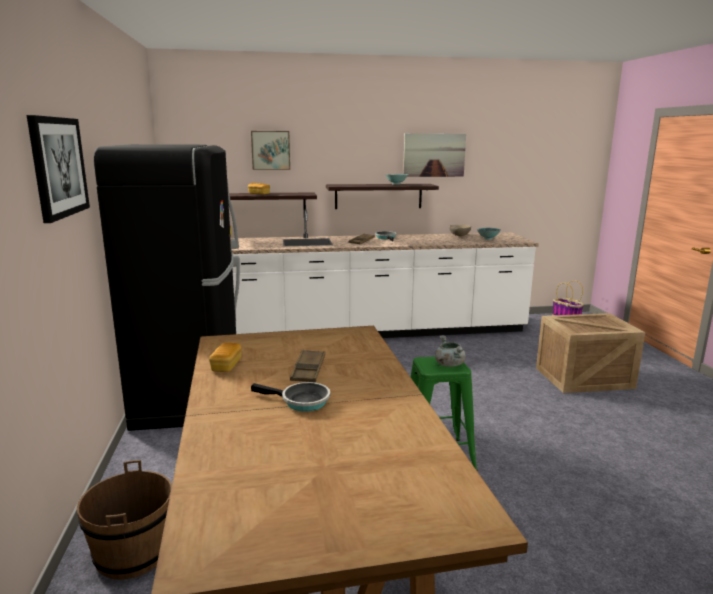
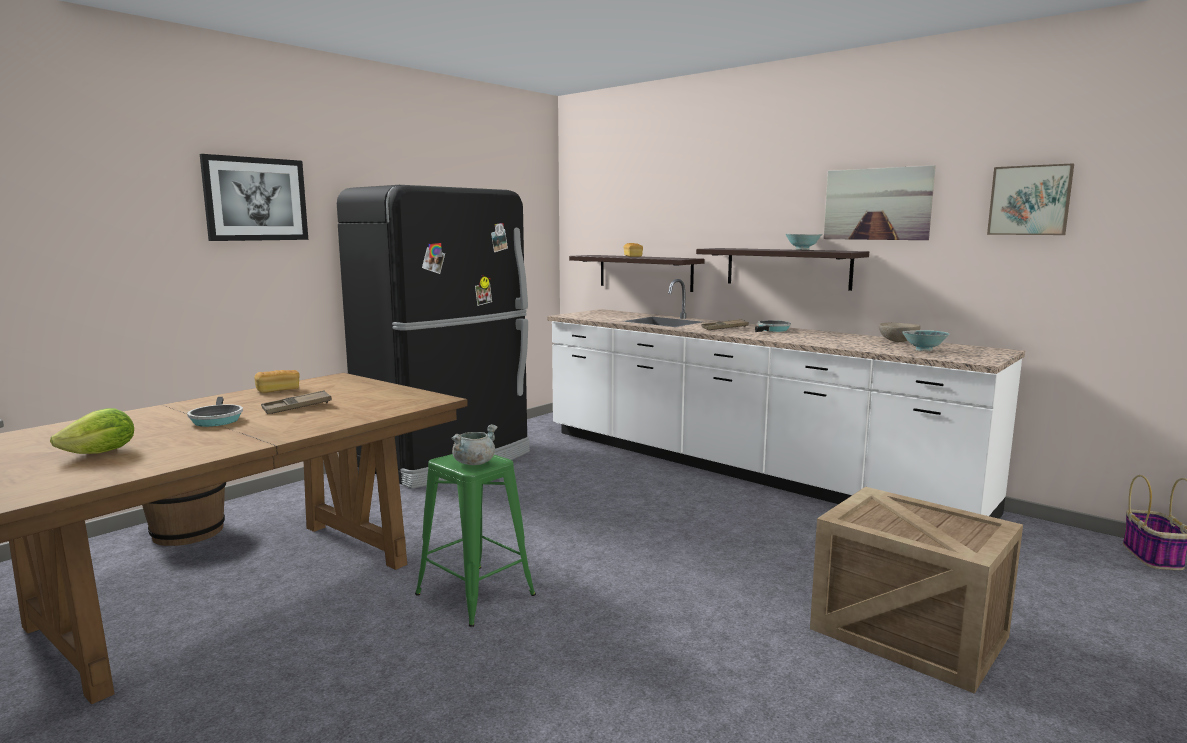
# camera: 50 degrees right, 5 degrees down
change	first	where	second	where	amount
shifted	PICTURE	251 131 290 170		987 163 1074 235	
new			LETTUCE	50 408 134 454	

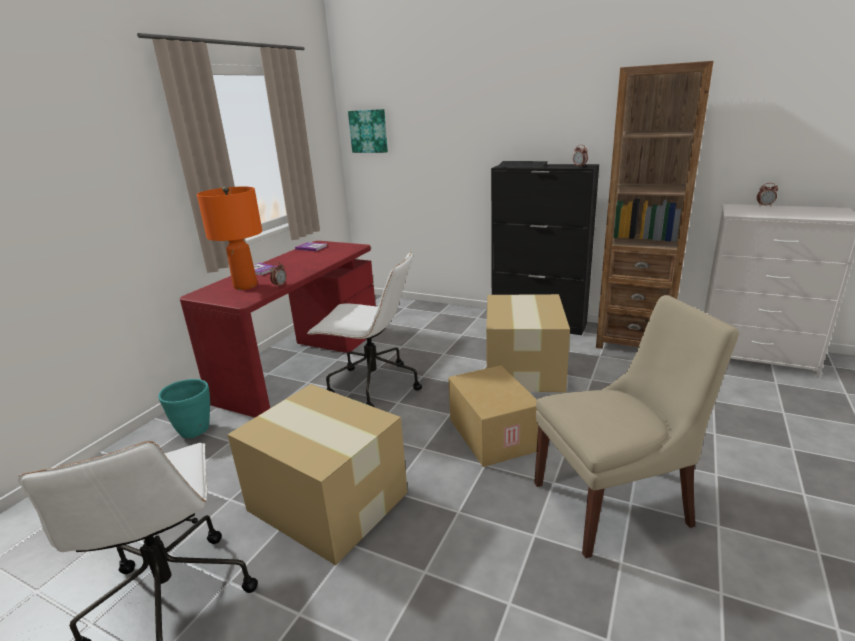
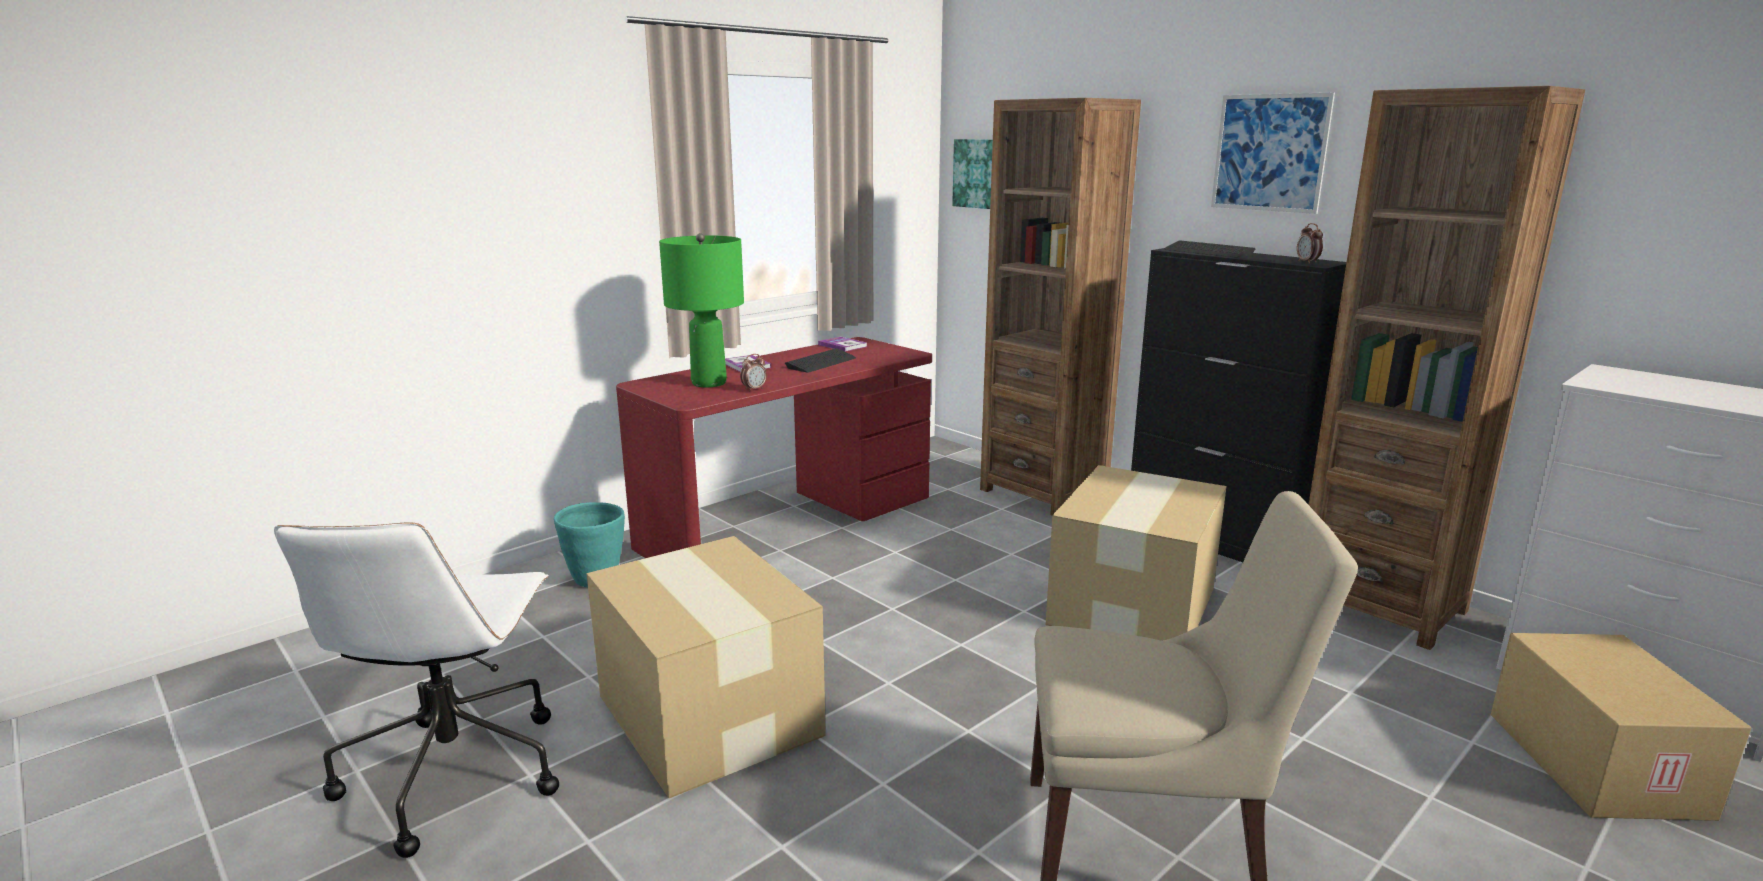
# camera: 20 degrees right, 5 degrees down
change	first	where	second	where	amount
repainted	ORANGE TABLE LAMP	197 187 262 290	GREEN TABLE LAMP	659 233 744 387	
gone	WHITE OFFICE CHAIR	307 252 422 407			
shifted	CARDBOARD BOX	448 365 538 467		1491 633 1751 821	
gone	ALARM CLOCK	757 183 778 206			
new			KEYBOARD	785 348 856 373	
new			BROWN BOOKCASE	980 98 1141 515	
new			PICTURE	1211 93 1335 214	

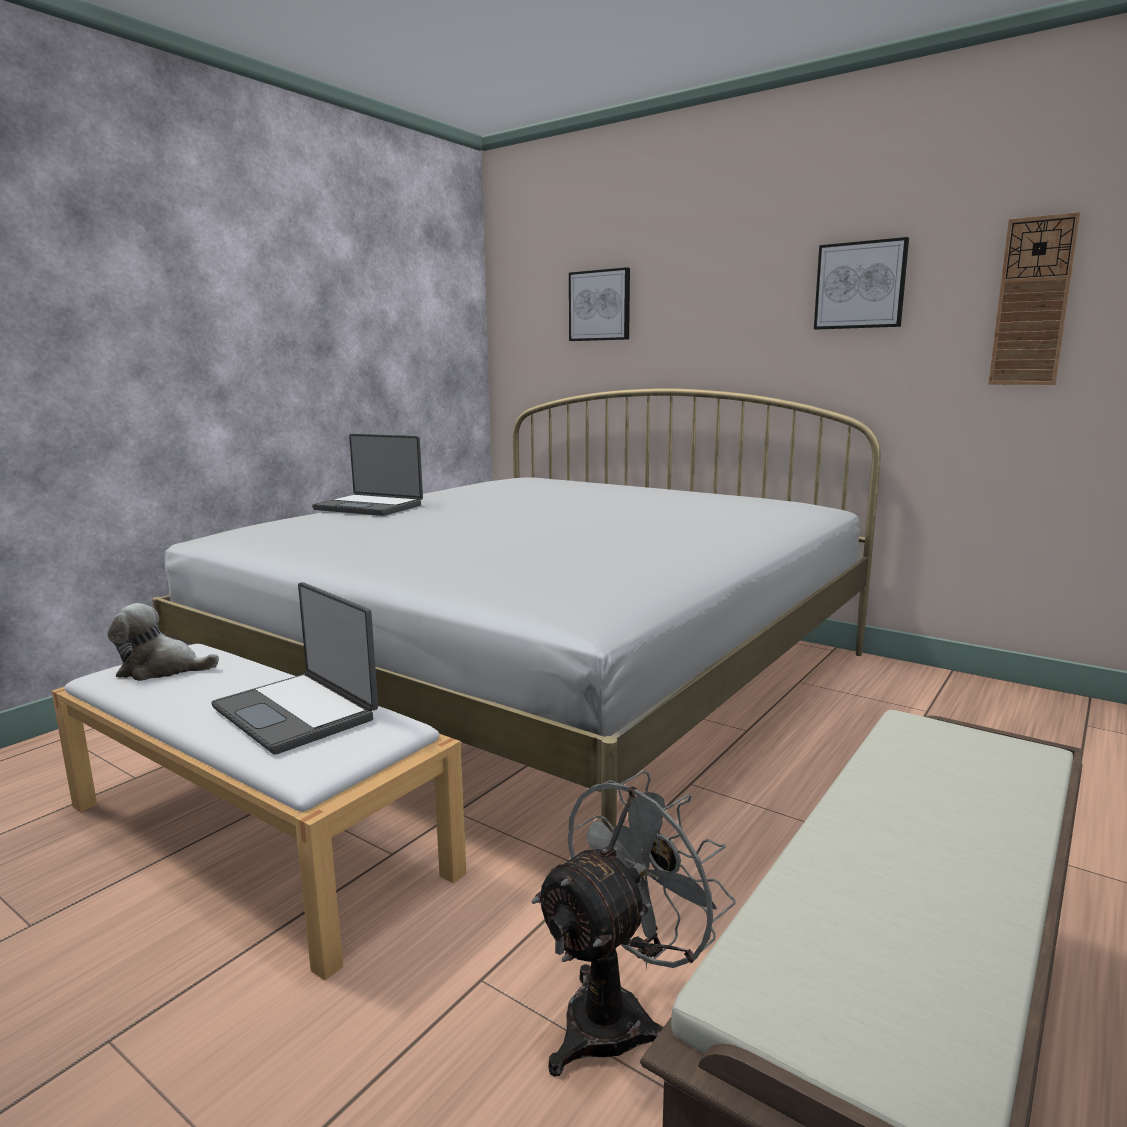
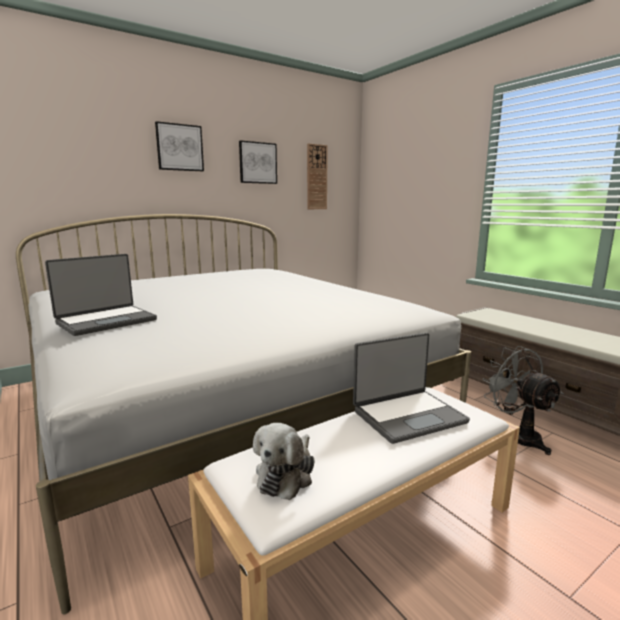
# camera: 70 degrees left, 0 degrees up
change	first	where	second	where	amount
shifted	PICTURE	569 267 630 341		155 121 204 171	

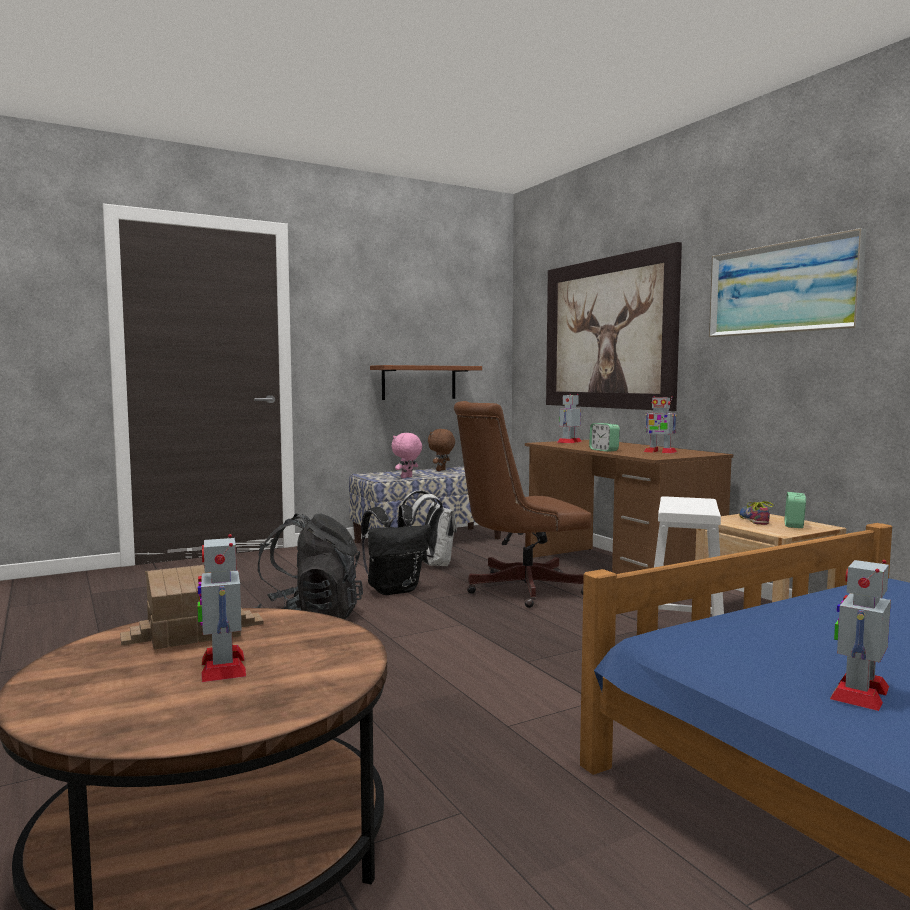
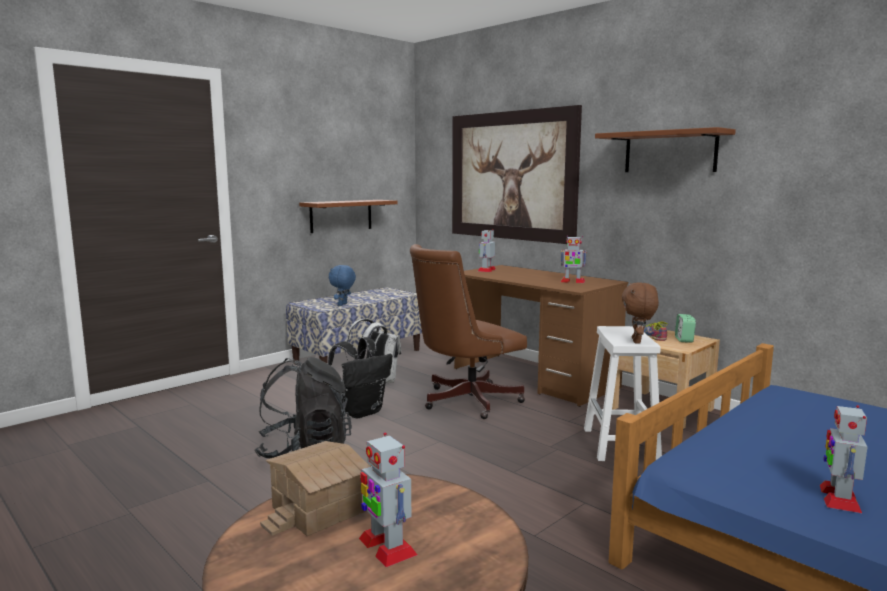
# camera: 15 degrees left, 5 degrees up
change	first	where	second	where	amount
repainted	PINK PLUSH TOY	391 433 422 478	BLUE PLUSH TOY	329 265 356 306	
shifted	BROWN PLUSH TOY	428 429 455 471		622 282 659 344	
gone	ALARM CLOCK	589 423 620 452			
swapped	PICTURE	709 228 866 338	BROWN SHELF	595 127 736 172	

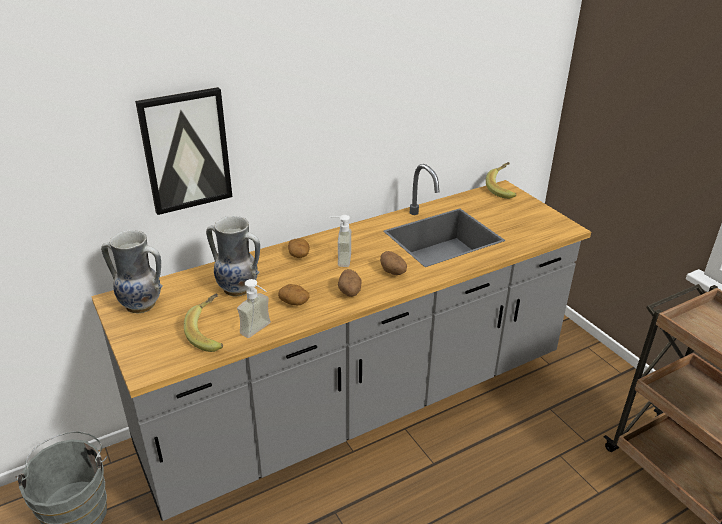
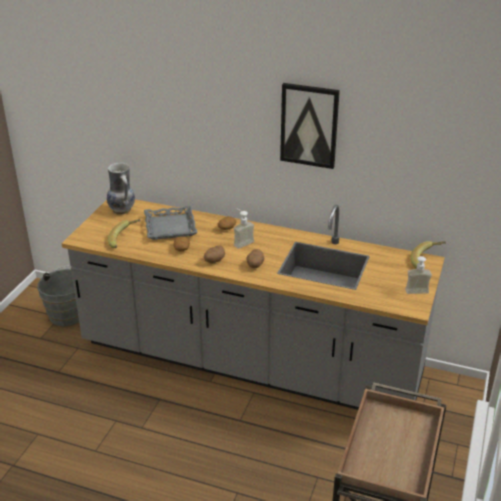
# camera: 50 degrees right, 0 degrees up
change	first	where	second	where	amount
shifted	PICTURE	135 87 233 215		280 83 340 169	
swapped	VASE	206 216 260 297	GREY TRAY	144 206 198 240	
shifted	SOAP DISPENSER	237 279 271 338		405 256 432 294	

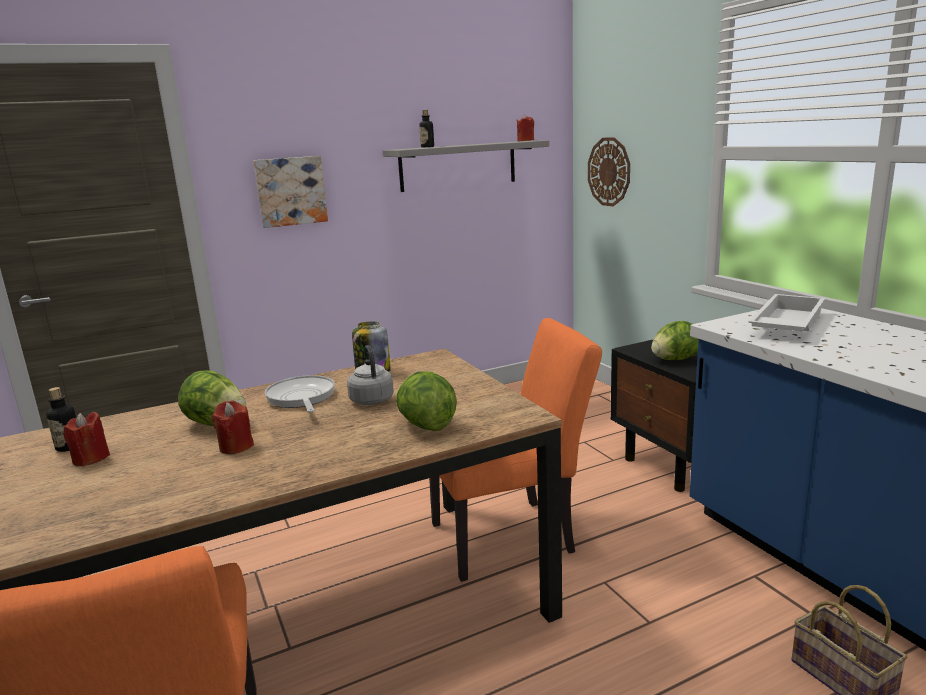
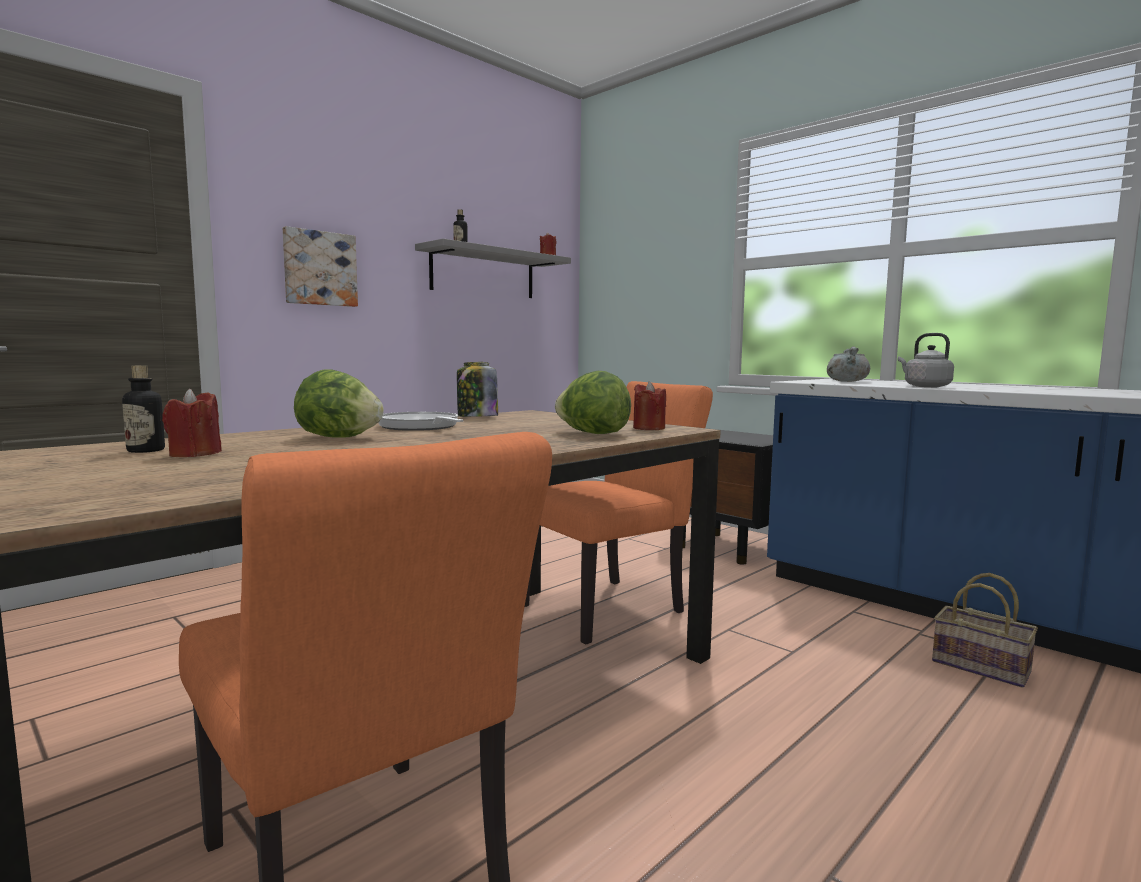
# camera: 20 degrees left, 10 degrees down
change	first	where	second	where	amount
shifted	RED CANDLE	212 400 254 454		633 381 666 430	
shifted	GREY KETTLE	347 345 394 405		898 333 954 387	
gone	WALL CLOCK	588 137 630 206			
gone	LETTUCE	651 321 698 360			
swapped	WHITE TRAY	749 294 825 332	GREY COOKING POT	827 346 870 382	

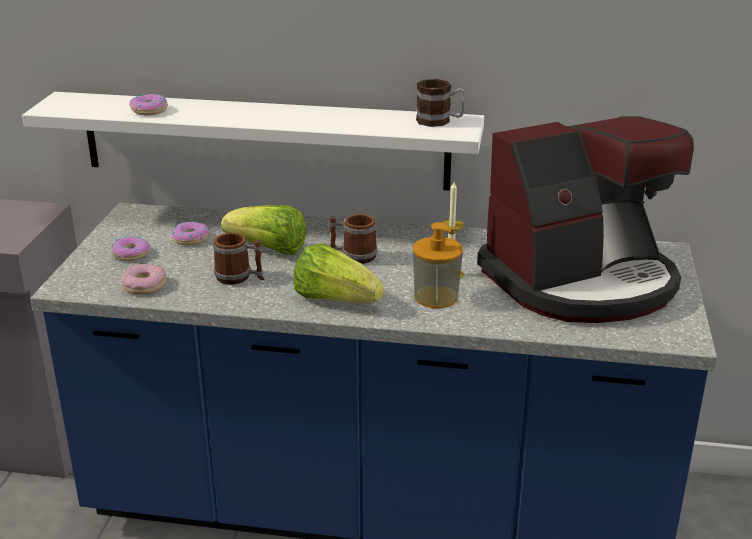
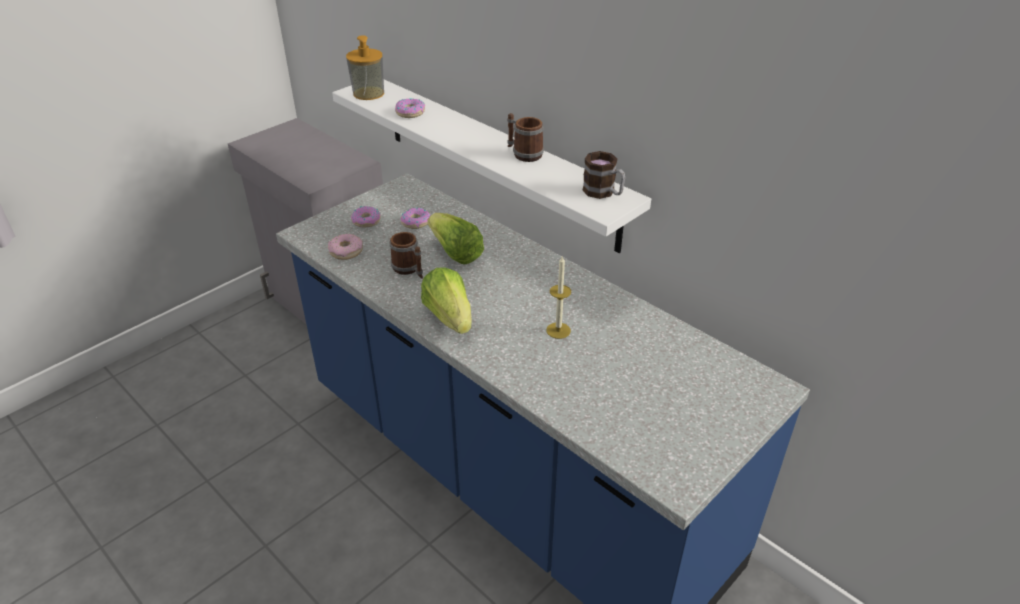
# camera: 35 degrees right, 10 degrees up
change	first	where	second	where	amount
shifted	MUG	329 214 378 264		508 113 544 162	
shifted	SOAP DISPENSER	413 222 463 308		346 35 384 100	
gone	COFFEE MACHINE	477 116 694 323			

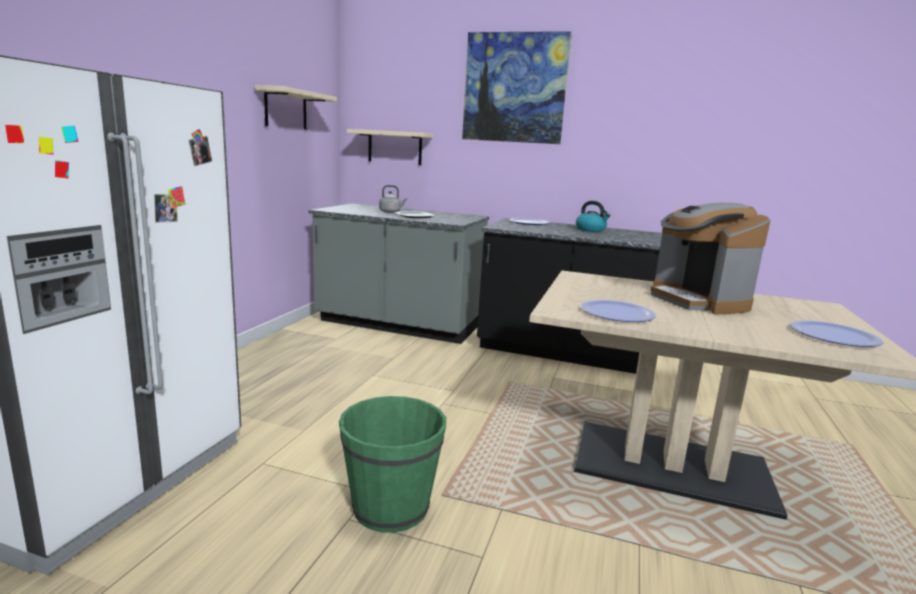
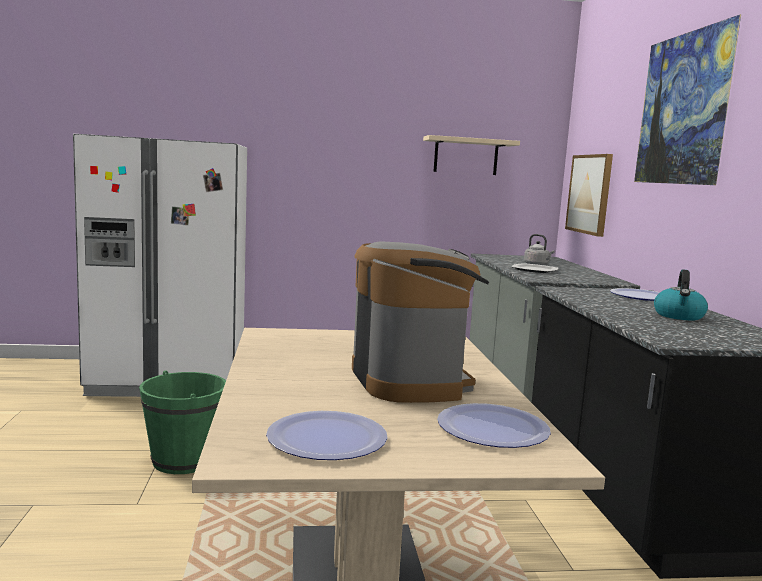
# camera: 65 degrees right, 5 degrees down
change	first	where	second	where	amount
swapped	BEIGE SHELF	347 129 433 165	PICTURE	565 154 613 237	
shifted	PLATE	580 300 656 322		437 403 551 448	
rotated	COFFEE MACHINE	650 203 770 314		352 242 489 403	120 degrees clockwise

